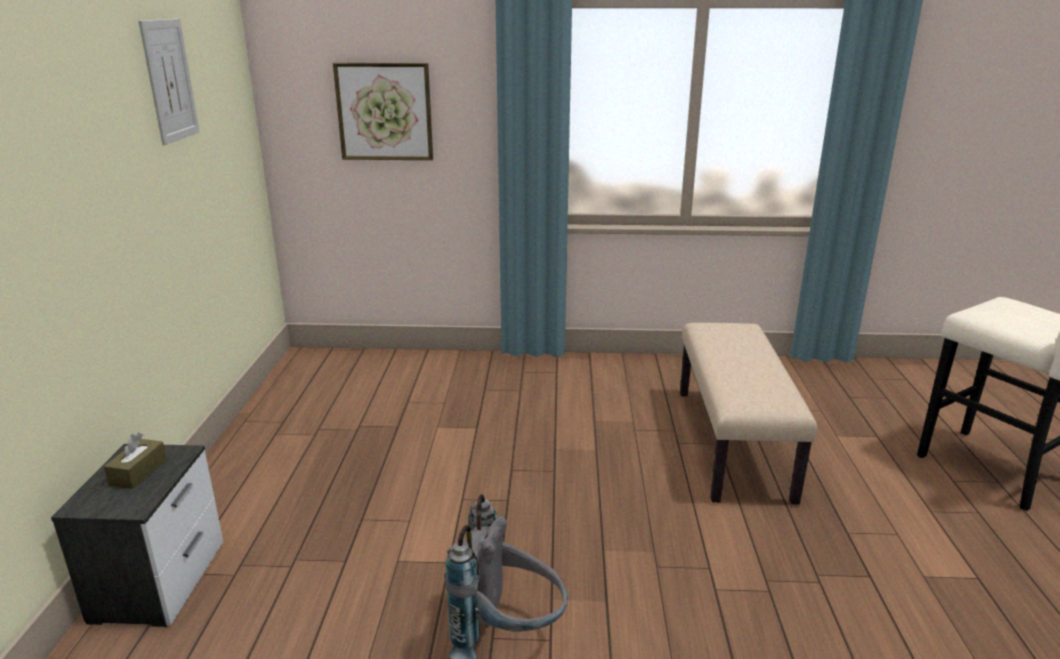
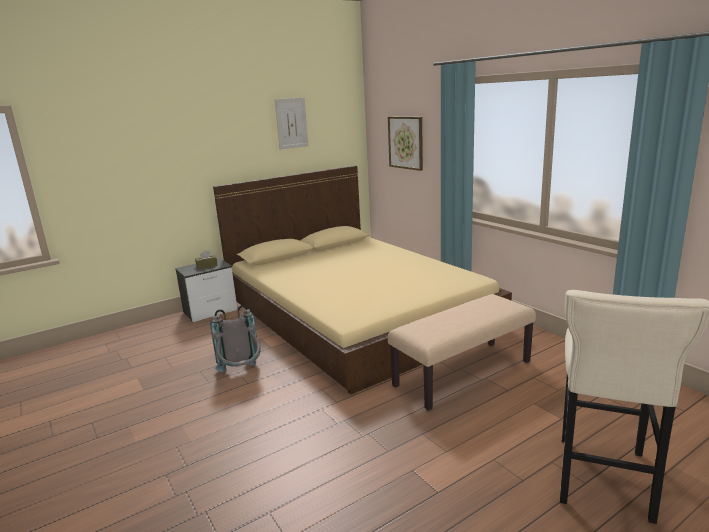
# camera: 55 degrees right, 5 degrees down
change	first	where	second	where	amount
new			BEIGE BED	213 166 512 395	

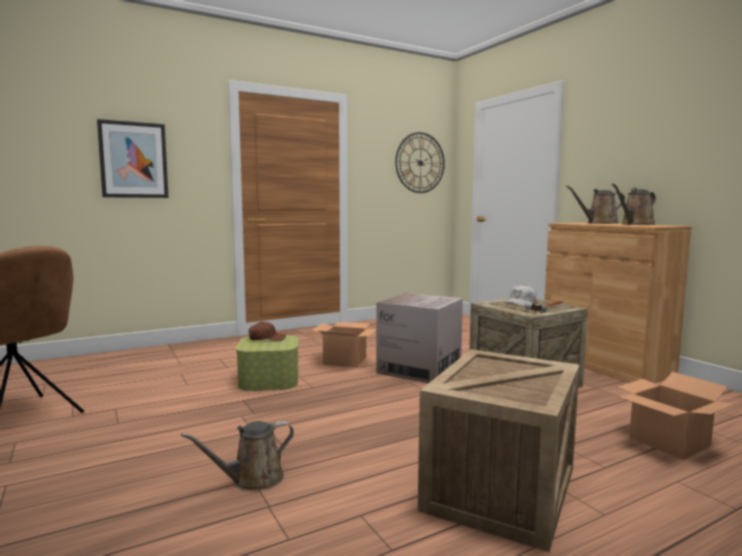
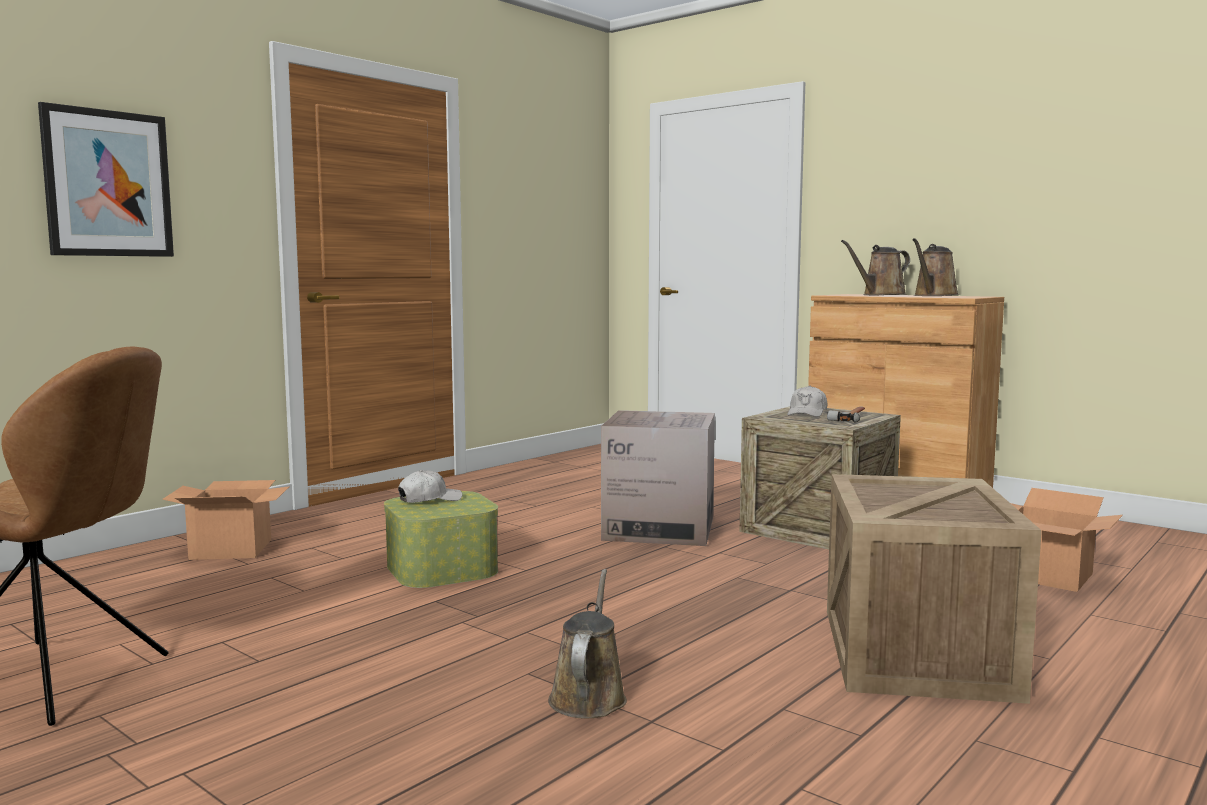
# camera: 20 degrees left, 0 degrees up
change	first	where	second	where	amount
rotated	BROWN WATERING CAN	181 421 294 491		548 569 627 719	150 degrees clockwise
repainted	BROWN CAP	248 322 286 341	WHITE CAP	398 470 462 503	
shifted	CARDBOARD BOX	312 322 376 368		162 480 290 560	
gone	WALL CLOCK	395 132 445 193			

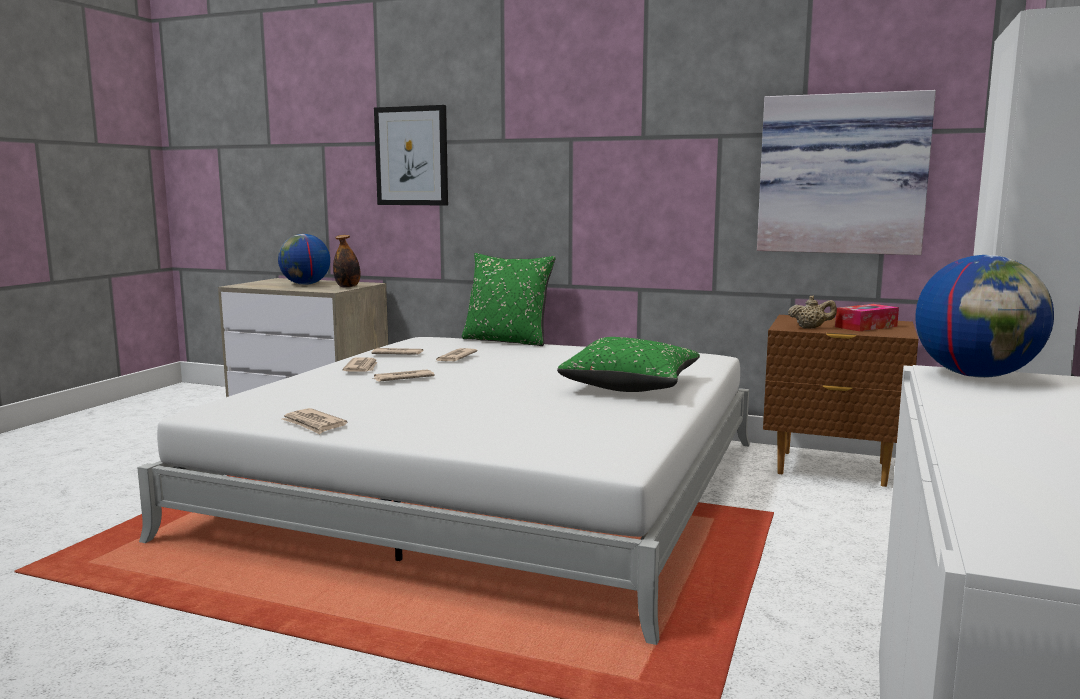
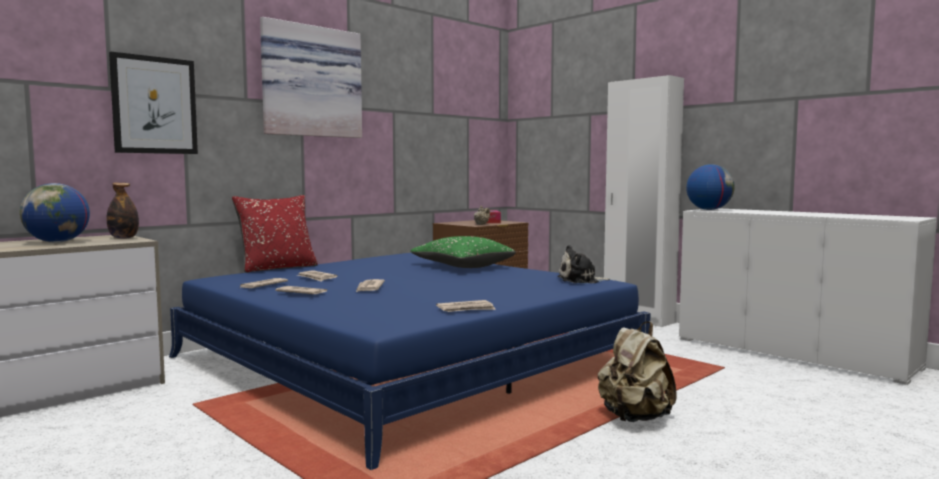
# camera: 65 degrees left, 5 degrees down
change	first	where	second	where	amount
repainted	WHITE BED	137 337 750 645	BLUE BED	169 253 651 470	
repainted	GREEN PILLOW	462 253 556 346	RED PILLOW	232 195 318 273	
shifted	PICTURE	757 90 936 255		260 17 362 138	
new			PLUSH TOY	557 245 610 283	
new			BEIGE BACKPACK	598 321 677 422	

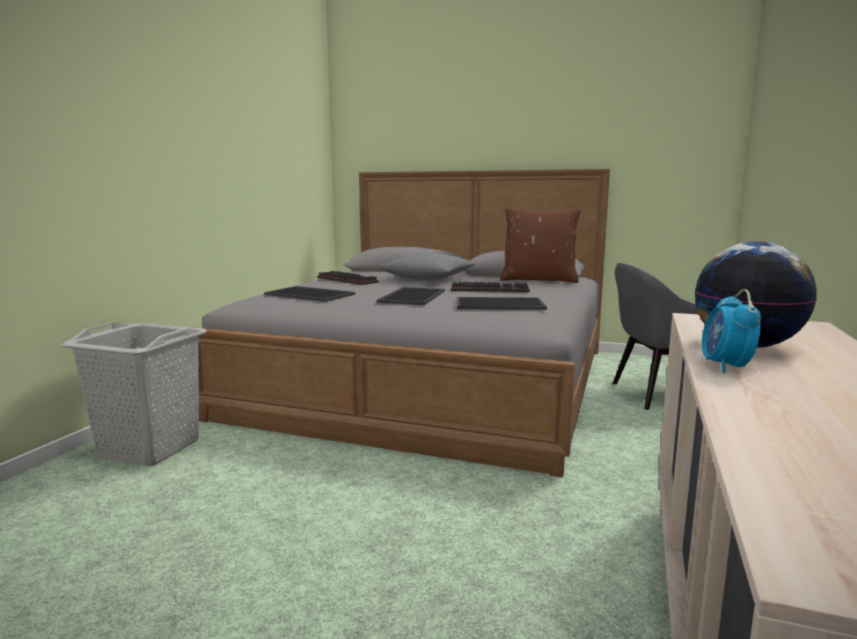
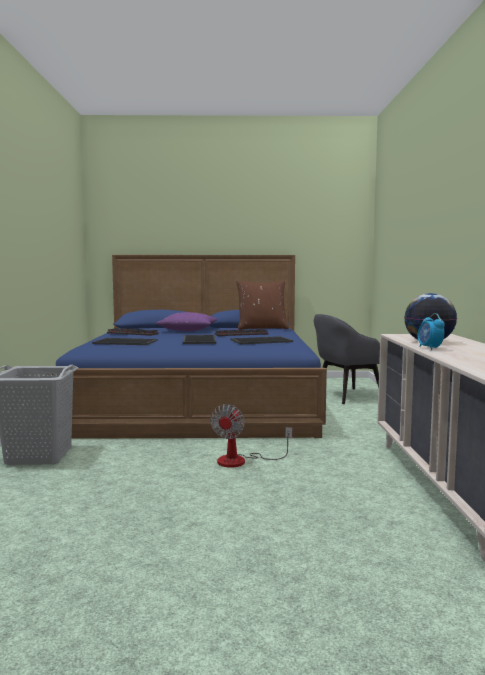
# camera: 20 degrees left, 5 degrees down
change	first	where	second	where	amount
repainted	GREY BED	192 169 610 477	BLUE BED	50 255 327 439	
repainted	GREY PILLOW	377 253 476 280	PURPLE PILLOW	156 312 218 331	
new			FAN	210 404 292 468	

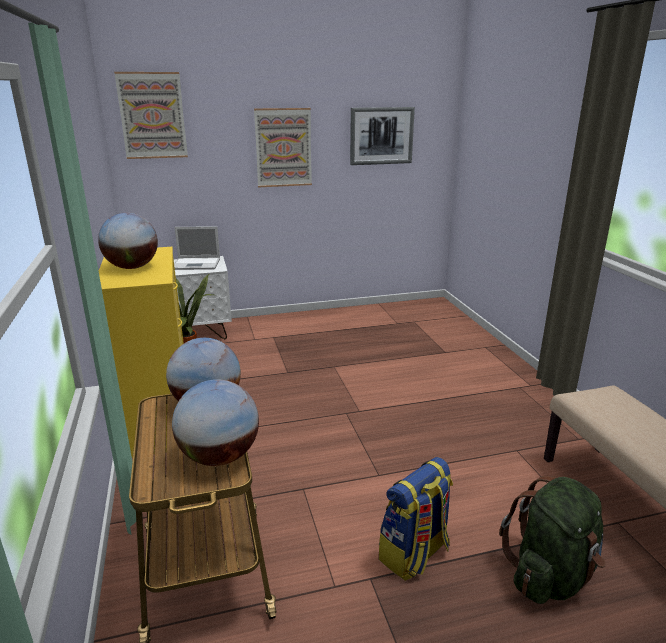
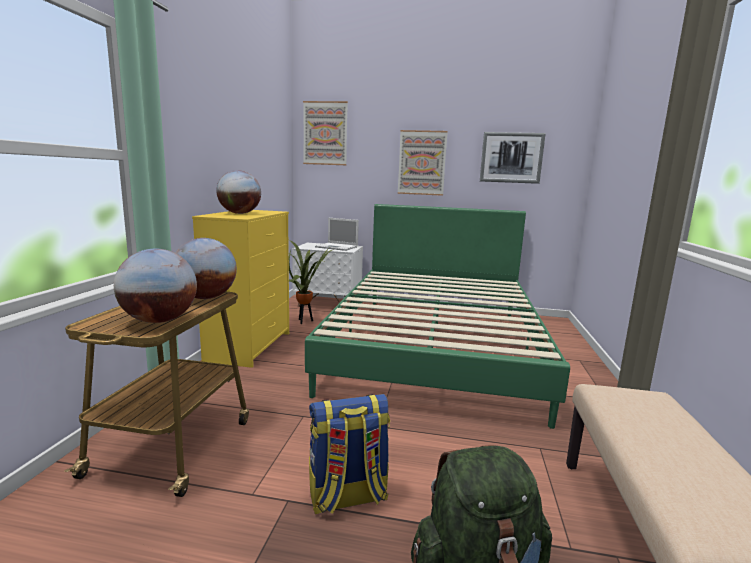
# camera: 25 degrees right, 10 degrees down
change	first	where	second	where	amount
new			GREEN BED	305 204 570 429	

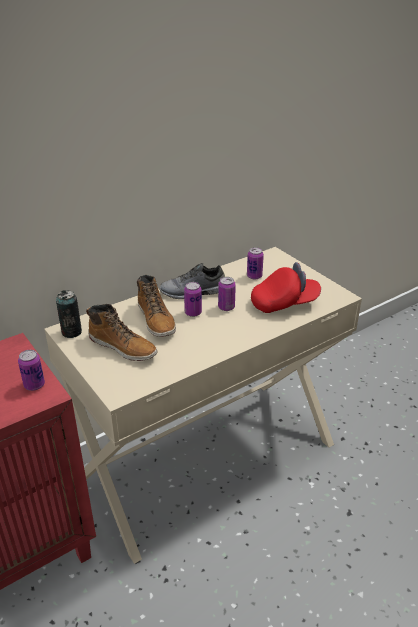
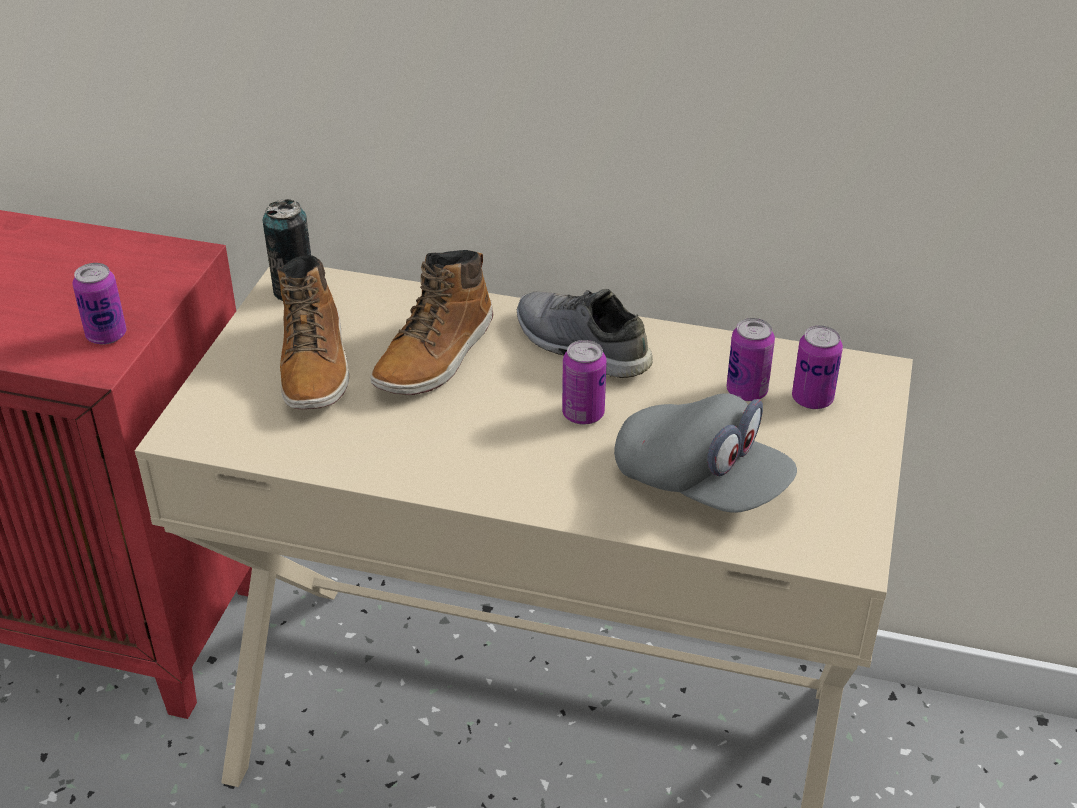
# camera: 50 degrees right, 5 degrees up
change	first	where	second	where	amount
shifted	CAN	184 282 202 317		792 325 843 409	
repainted	RED CAP	251 262 321 313	GREY CAP	614 393 797 513	

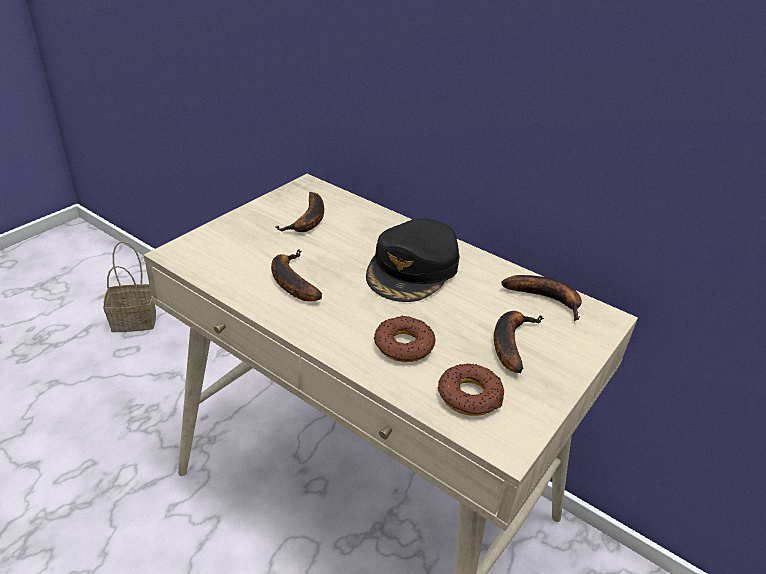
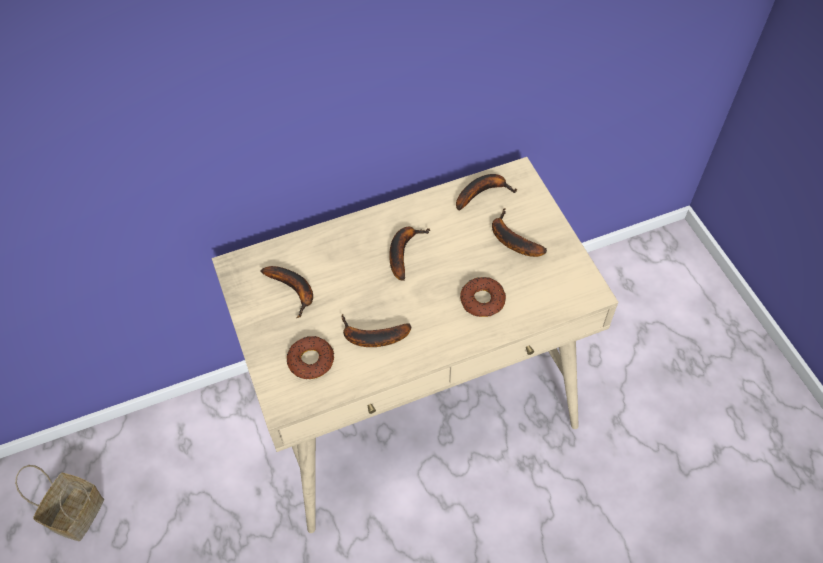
# camera: 55 degrees left, 20 degrees up
change	first	where	second	where	amount
swapped	BLACK CAP	366 218 460 302	BANANA	389 226 431 281	
shifted	DONUT	438 364 504 416		287 336 334 379	

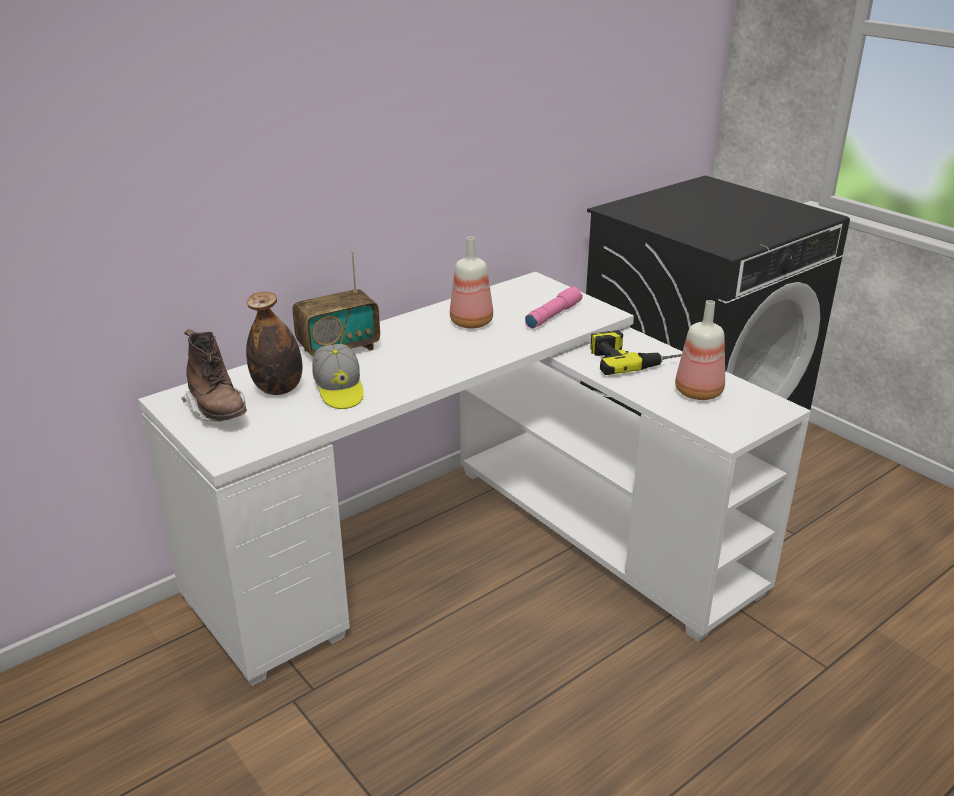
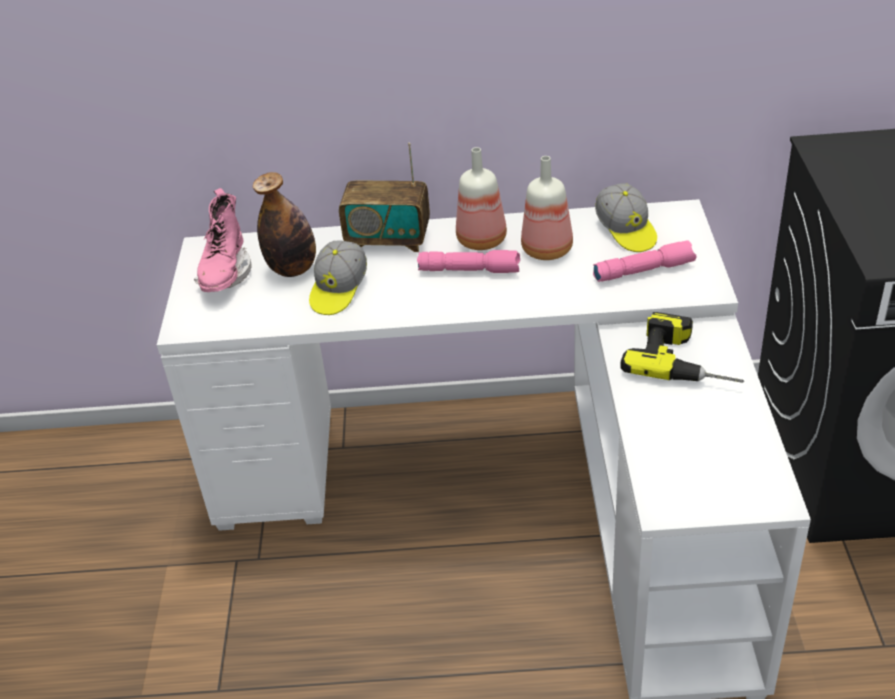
# camera: 40 degrees right, 10 degrees up
change	first	where	second	where	amount
repainted	BROWN BOOT	181 329 247 422	PINK BOOT	194 188 252 292	
shifted	BOTTLE	675 300 725 400		456 147 507 250	
new			PINK FLASHLIGHT	417 250 520 273	
new			CAP	595 183 657 252	

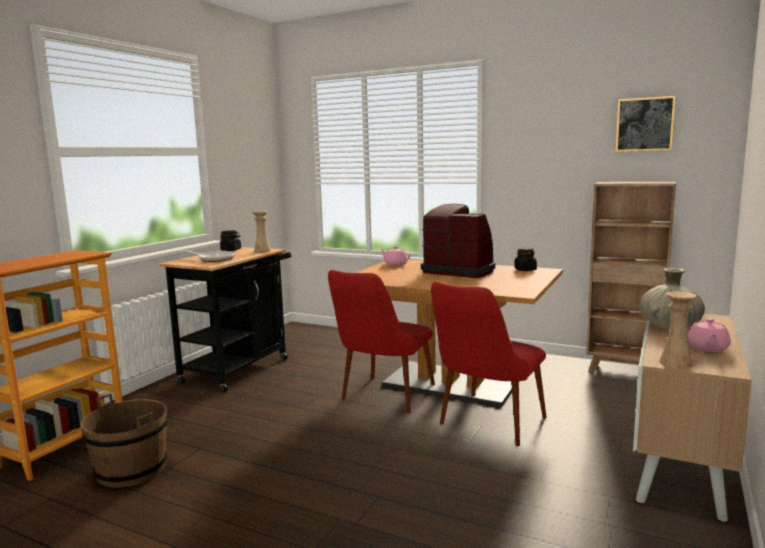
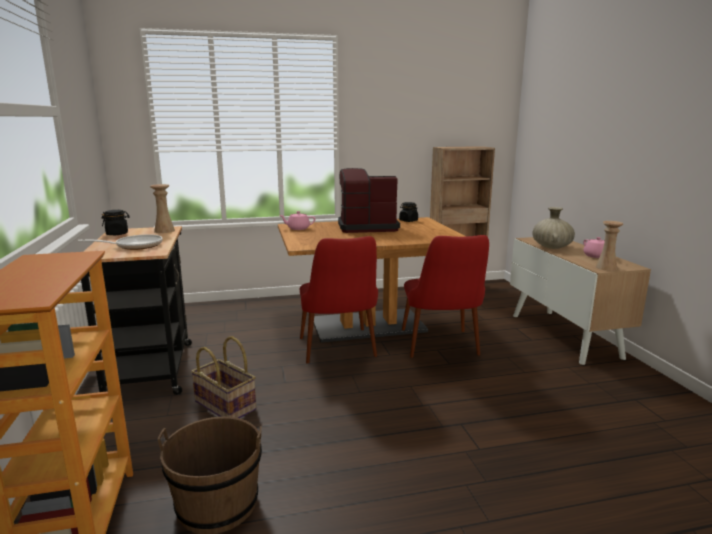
# camera: 40 degrees left, 5 degrees up
change	first	where	second	where	amount
gone	PICTURE	616 96 676 152			
new			BASKET	191 336 256 418	

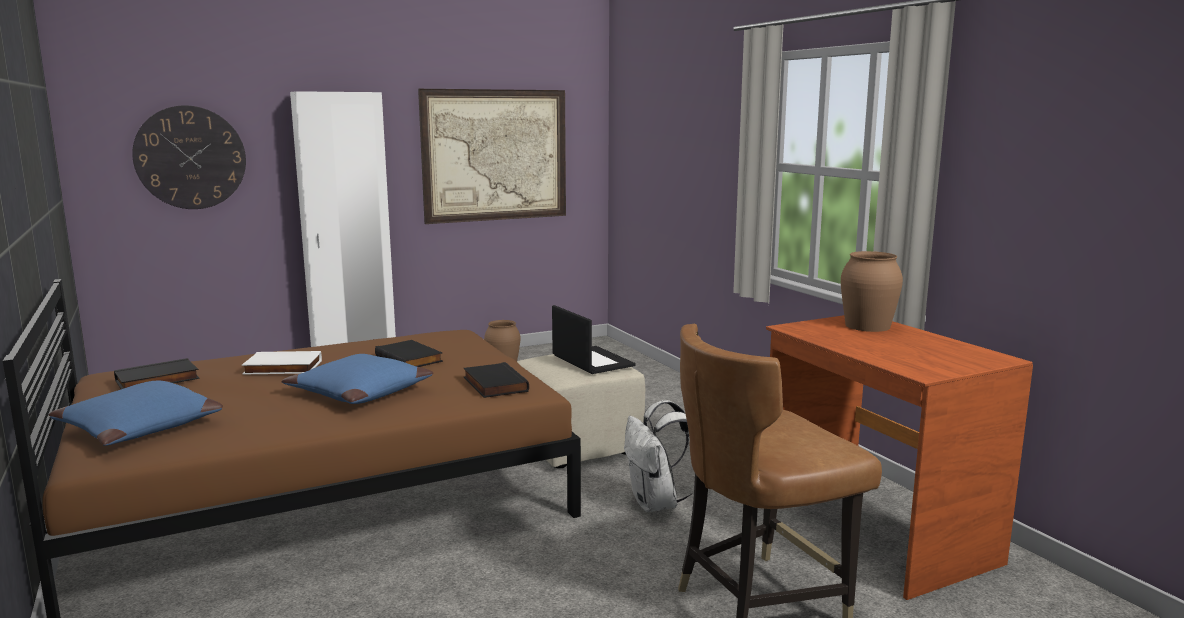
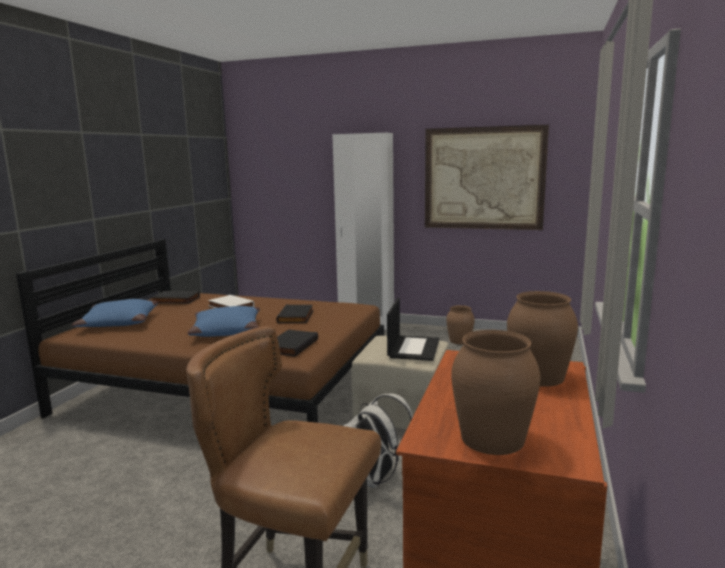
# camera: 45 degrees right, 0 degrees up
change	first	where	second	where	amount
gone	WALL CLOCK	132 106 246 209			
new			BROWN VASE	451 330 540 455	

